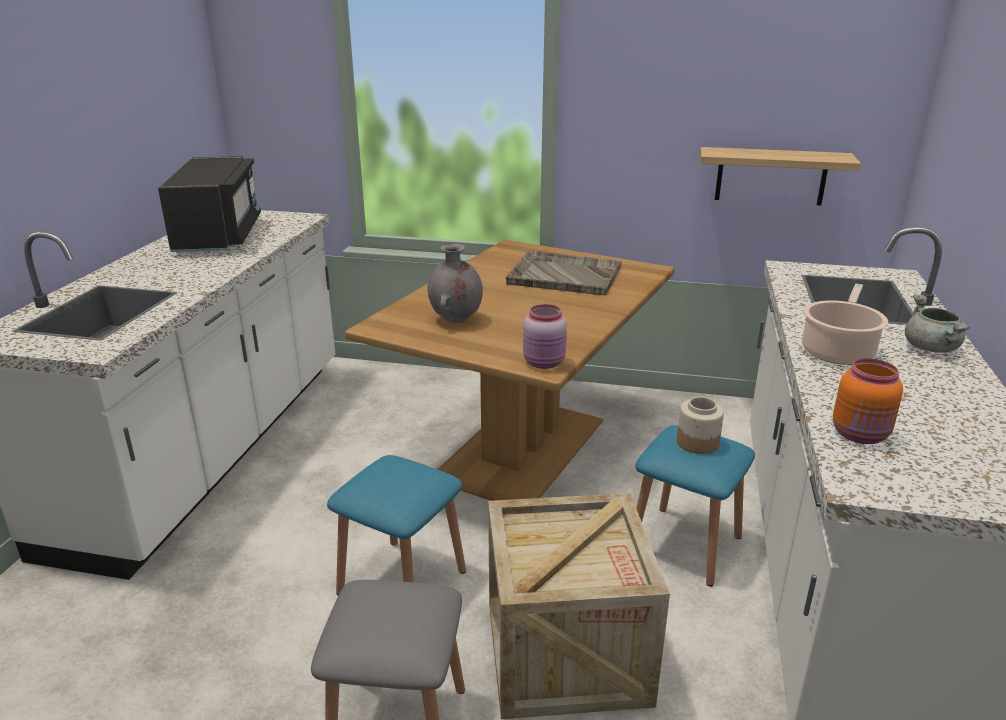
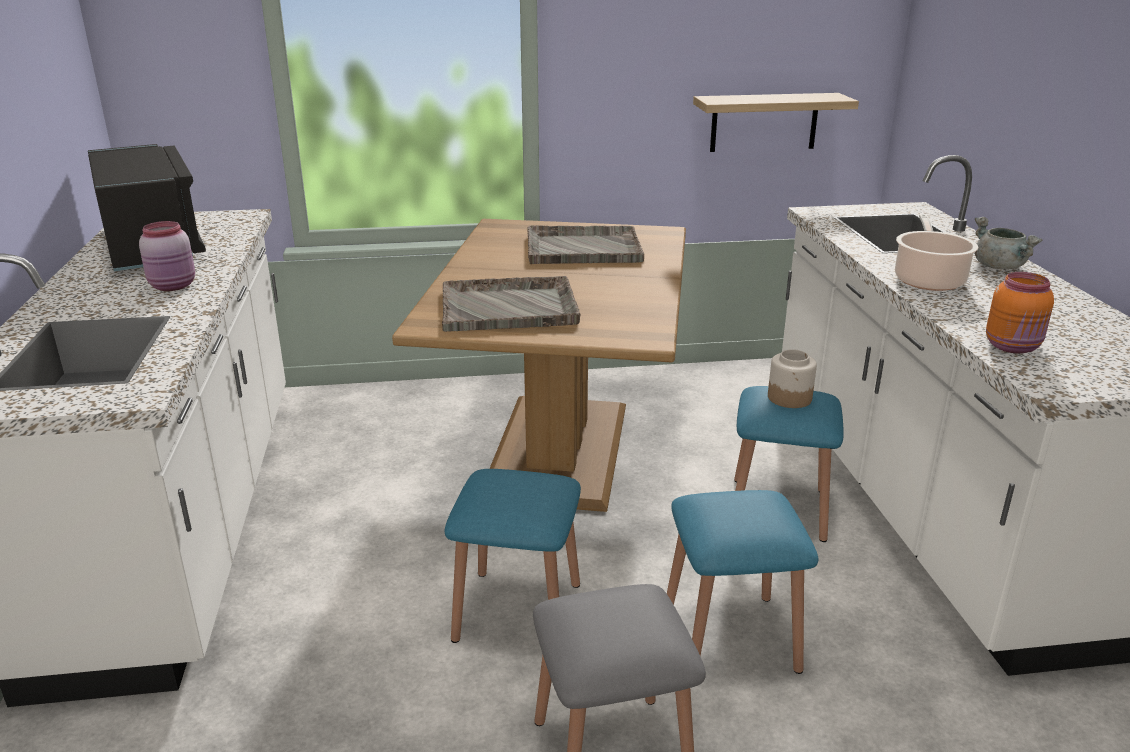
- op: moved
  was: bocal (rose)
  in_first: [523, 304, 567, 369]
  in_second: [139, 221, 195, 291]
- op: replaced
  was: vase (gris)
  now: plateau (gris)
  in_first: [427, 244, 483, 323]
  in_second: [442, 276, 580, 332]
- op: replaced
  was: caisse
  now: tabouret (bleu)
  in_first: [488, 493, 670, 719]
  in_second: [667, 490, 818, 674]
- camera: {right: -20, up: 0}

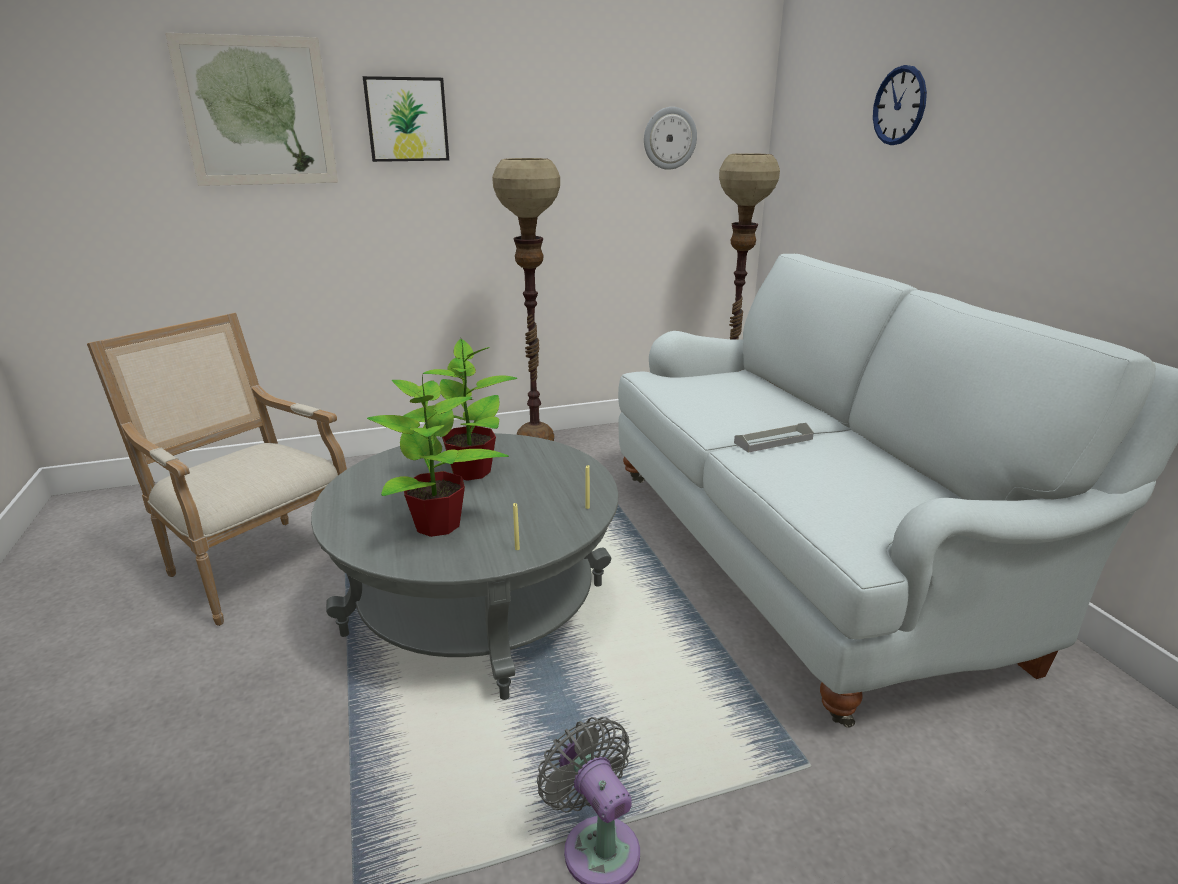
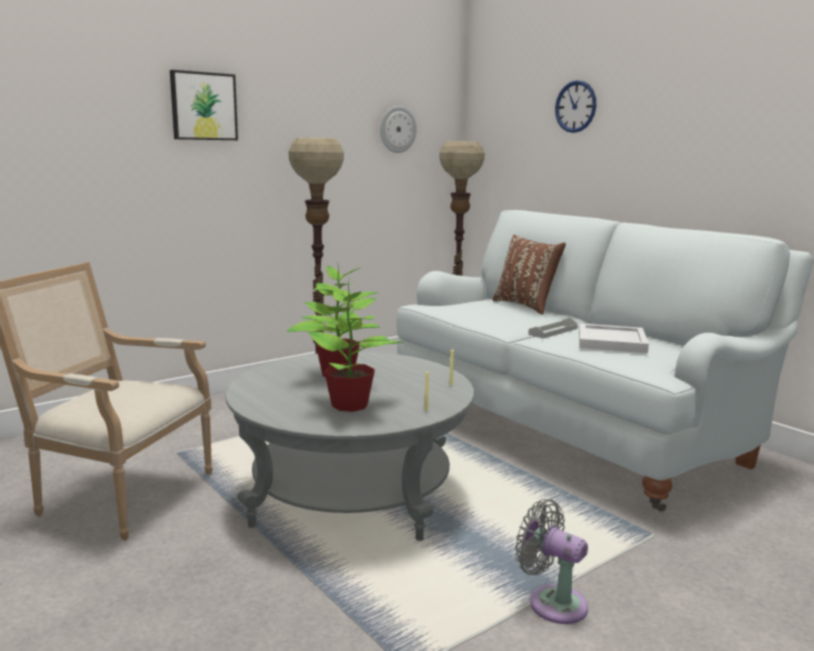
- op: added
  now: coussin (marron)
  in_second: [492, 235, 566, 315]
- op: added
  now: plateau (blanc)
  in_second: [579, 323, 649, 353]
- op: removed
  was: tableau
  in_first: [165, 33, 338, 186]
- camera: {right: -20, up: -10}

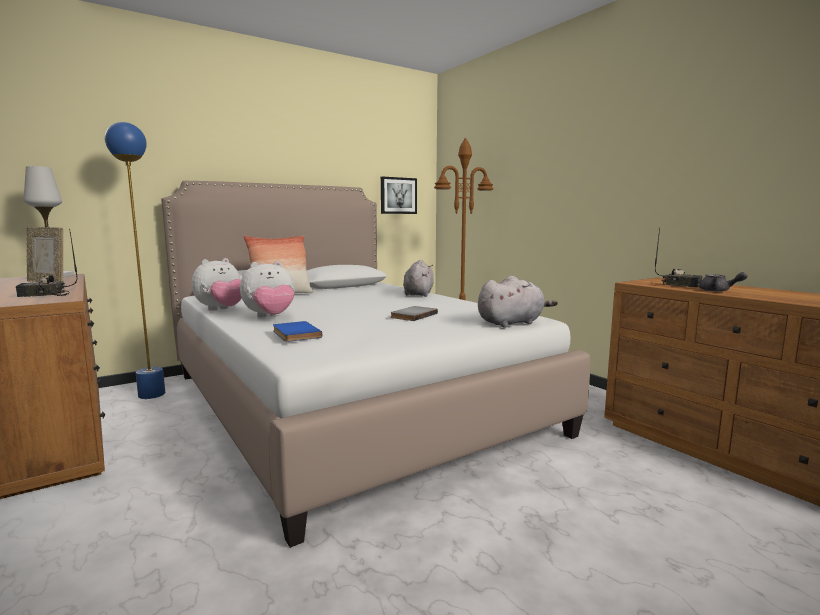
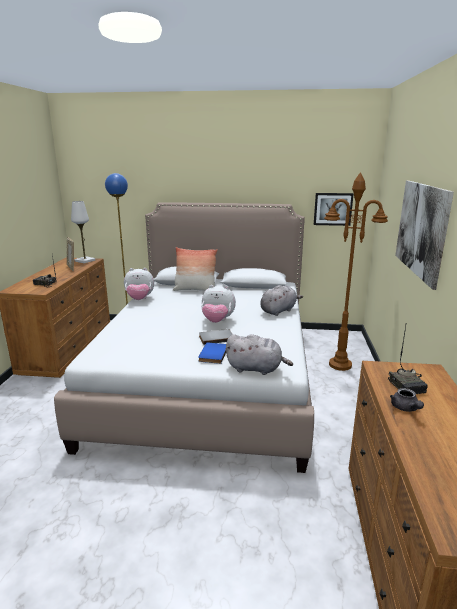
- op: moved
  was: livre (bleu)
  in_first: [273, 321, 322, 342]
  in_second: [198, 343, 226, 364]
- op: moved
  was: peluche
  in_first: [240, 261, 295, 318]
  in_second: [201, 285, 236, 323]
- op: added
  now: tableau
  in_second: [395, 181, 454, 290]
- camera: {right: 40, up: 10}

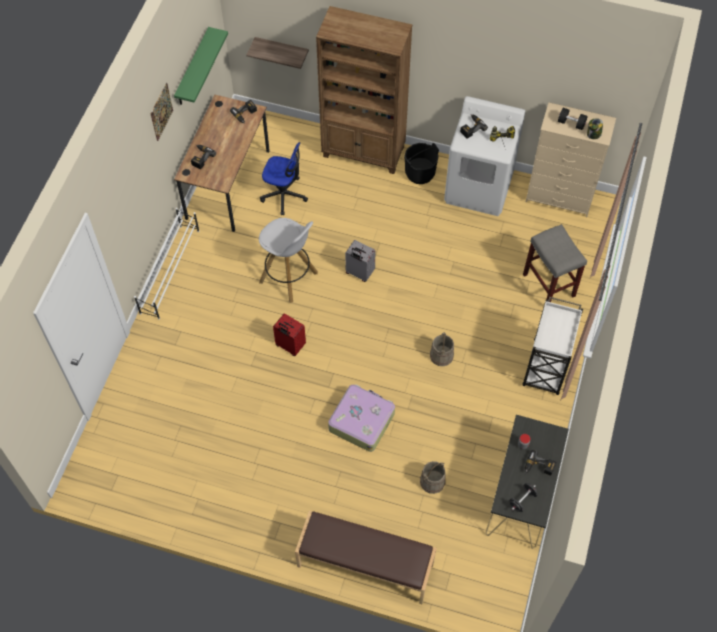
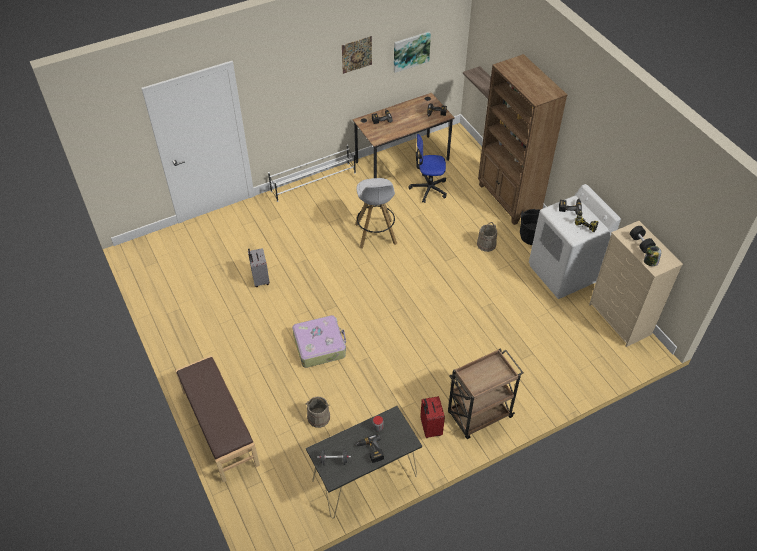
- op: moved
  was: valise (gris)
  in_first: [345, 240, 375, 282]
  in_second: [248, 248, 270, 287]
- op: replaced
  was: étagère (vert)
  now: tableau
  in_first: [174, 27, 228, 105]
  in_second: [394, 31, 431, 73]
- op: turned
  was: chaise de bureau
  in_first: [260, 142, 308, 215]
  in_second: [408, 134, 447, 203]
  clockwise: 120
- op: moved
  was: valise (rouge)
  in_first: [273, 313, 306, 356]
  in_second: [420, 396, 445, 438]
- op: recoloured
  was: chariot (blanc)
  now: chariot (marron)
  in_first: [522, 297, 583, 395]
  in_second: [448, 349, 524, 439]
- op: moved
  was: seau (beige)
  in_first: [430, 332, 454, 366]
  in_second: [477, 222, 497, 252]
- op: removed
  was: tabouret (gris)
  in_first: [523, 224, 587, 302]
- camera: {right: 45, up: -10}

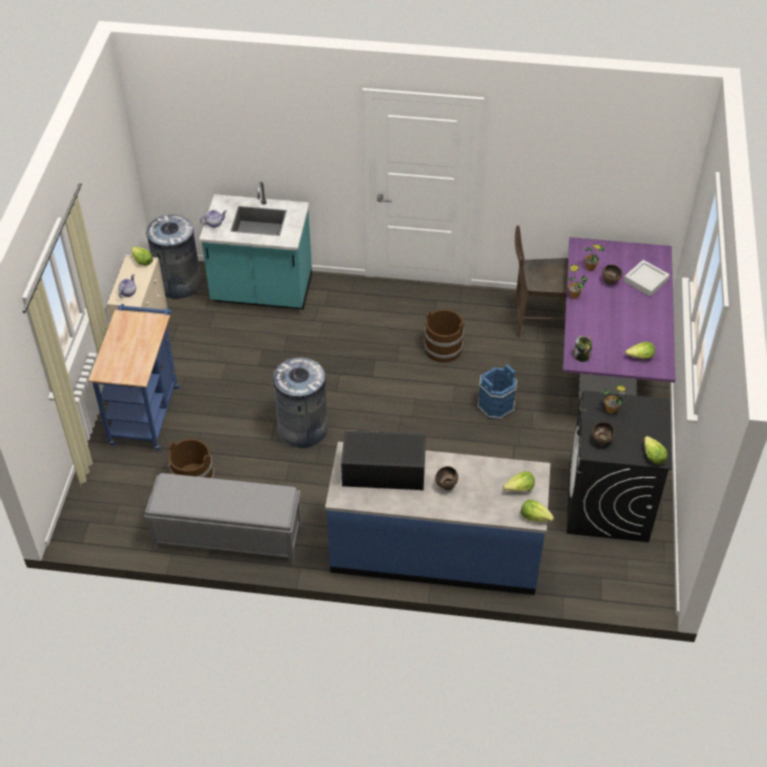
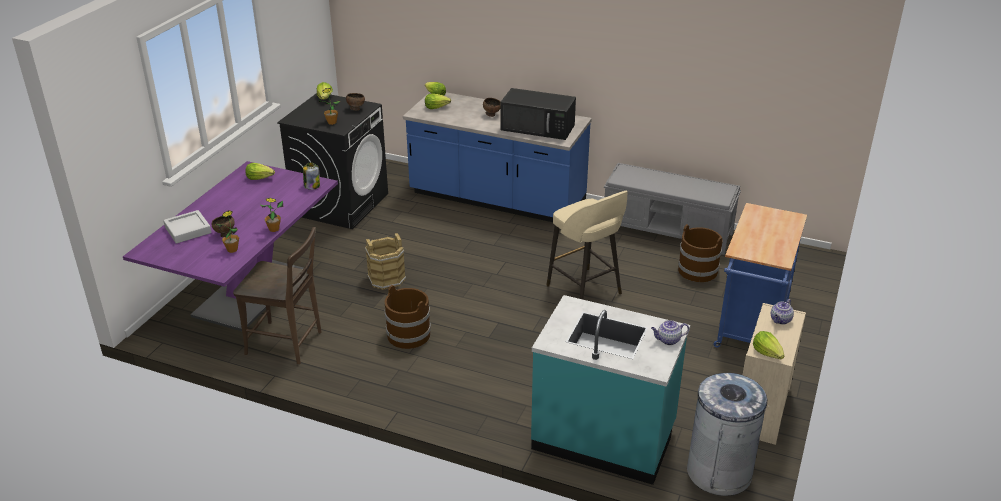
- op: recoloured
  was: seau (bleu)
  now: seau (marron)
  in_first: [478, 364, 518, 419]
  in_second: [365, 233, 406, 290]
- op: replaced
  was: poubelle (gris)
  now: tabouret (beige)
  in_first: [272, 357, 328, 448]
  in_second: [546, 191, 628, 299]
- camera: {right: -165, up: -15}

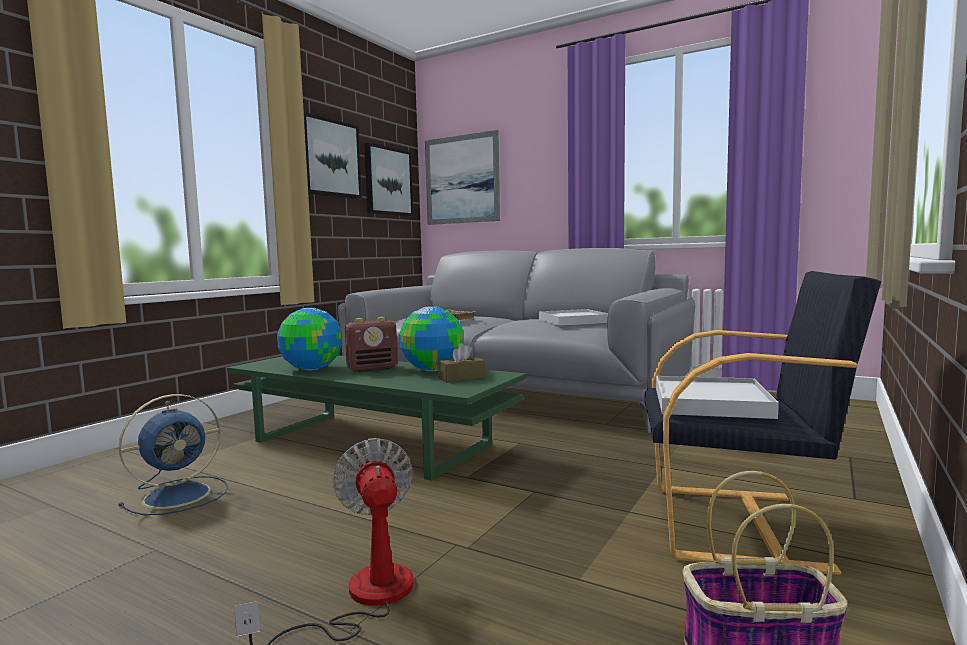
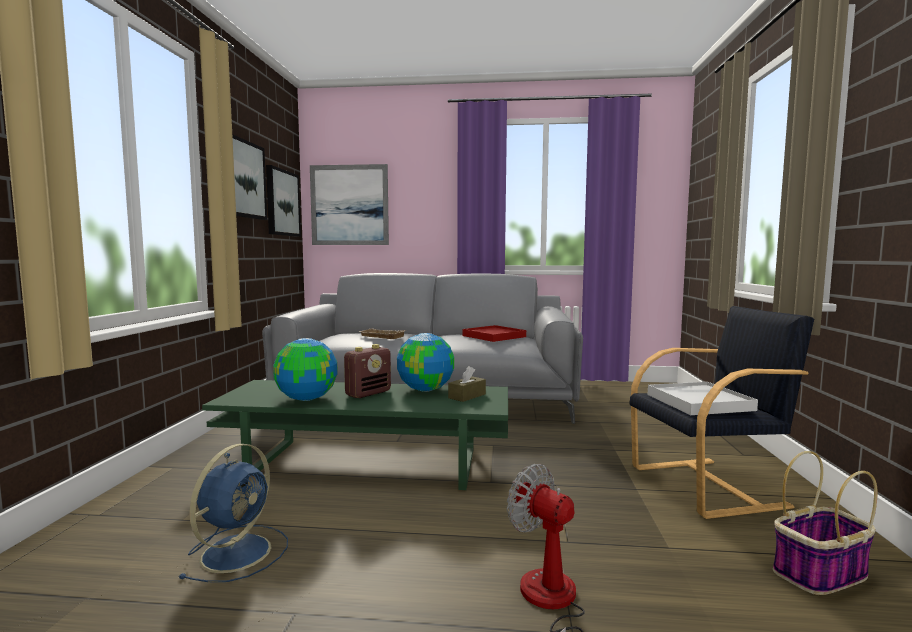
- op: recoloured
  was: plateau (blanc)
  now: plateau (rouge)
  in_first: [539, 309, 608, 326]
  in_second: [462, 325, 526, 342]
- camera: {right: -25, up: 0}

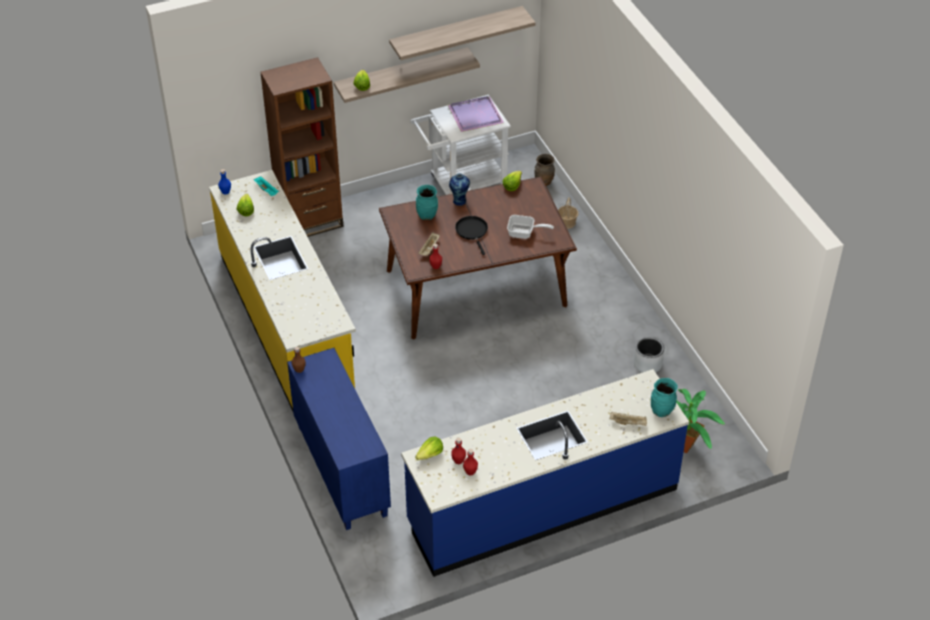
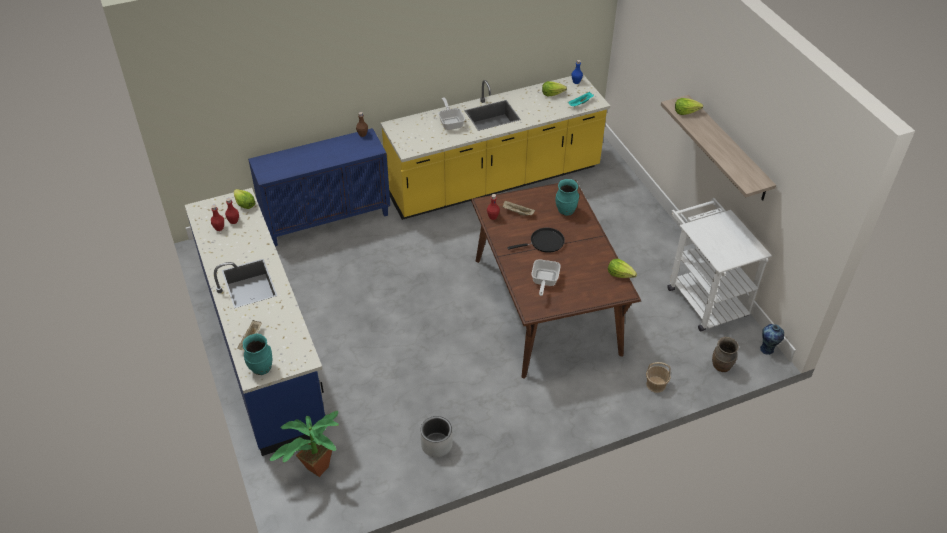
- op: added
  now: poêle
  in_second: [438, 97, 465, 130]
- op: moved
  was: vase
  in_first: [449, 173, 470, 206]
  in_second: [760, 324, 784, 355]
- op: removed
  was: bibliothèque (marron)
  in_first: [260, 57, 343, 237]
- op: removed
  was: étagère
  in_first: [389, 6, 536, 60]
- op: removed
  was: plateau (violet)
  in_first: [448, 96, 504, 132]
- camera: {right: 90, up: 0}

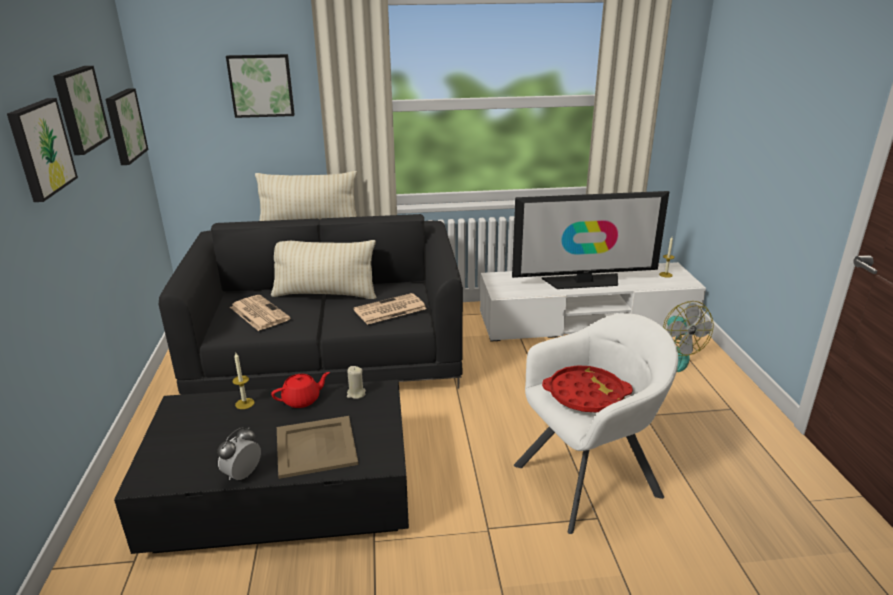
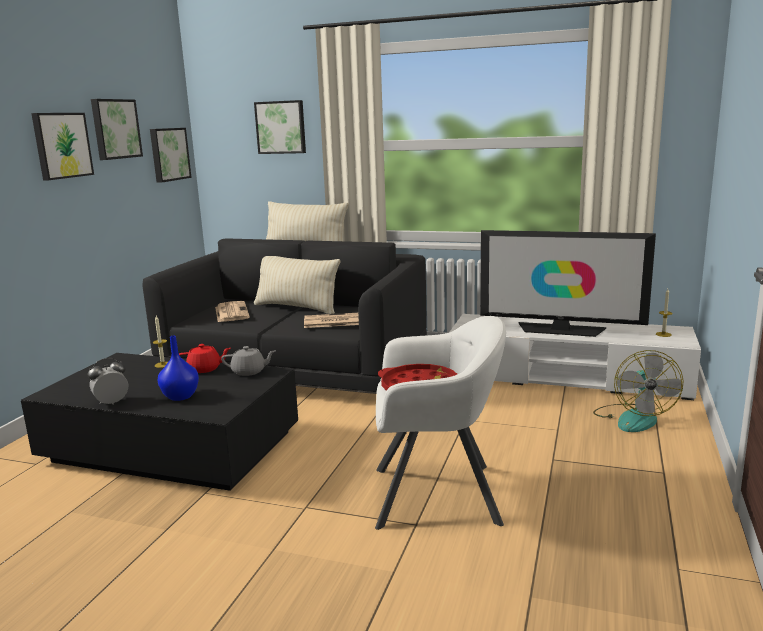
- op: replaced
  was: plateau (beige)
  now: vase (bleu)
  in_first: [277, 416, 358, 479]
  in_second: [158, 336, 199, 401]
- op: replaced
  was: bougie (beige)
  now: théière (gris)
  in_first: [347, 366, 366, 399]
  in_second: [221, 346, 275, 376]
- camera: {right: 25, up: -10}

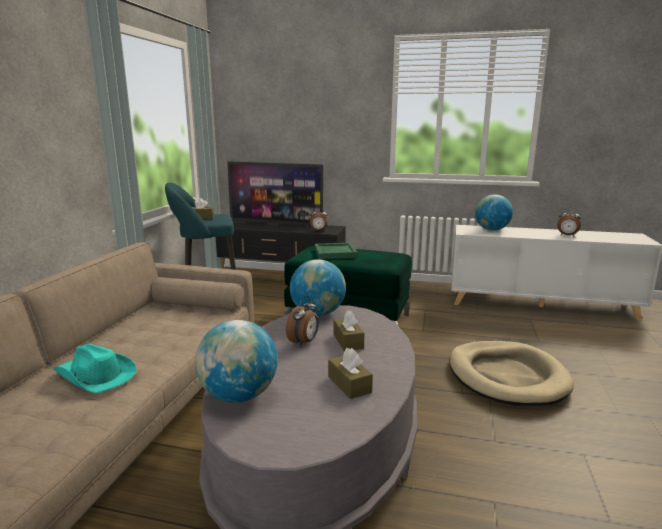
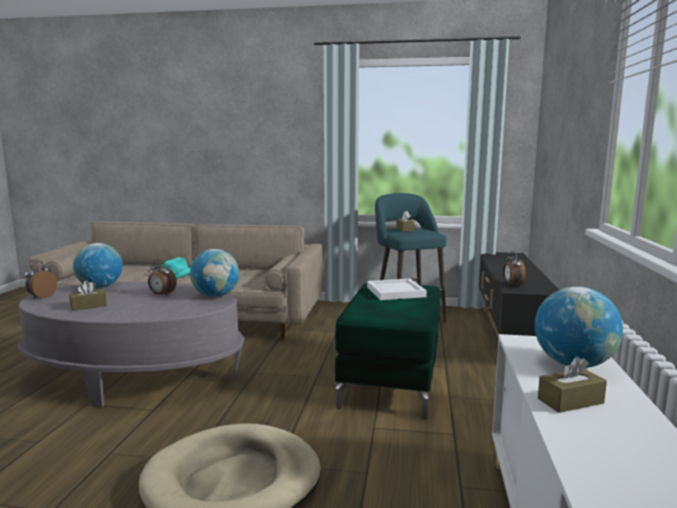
- op: moved
  was: réveil
  in_first: [557, 207, 581, 237]
  in_second: [25, 261, 57, 299]
- op: recoloured
  was: plateau (vert)
  now: plateau (blanc)
  in_first: [315, 243, 358, 259]
  in_second: [367, 279, 427, 300]
- op: moved
  was: boîte à mouchoirs (marron)
  in_first: [334, 310, 364, 351]
  in_second: [538, 356, 607, 413]
- op: removed
  was: téléviseur
  in_first: [227, 161, 324, 226]
- camera: {right: 85, up: -5}

